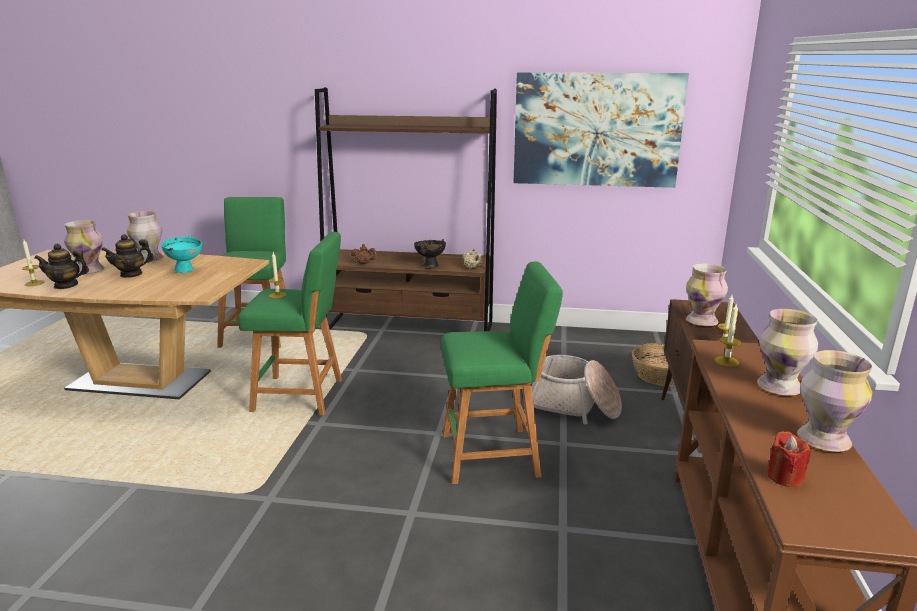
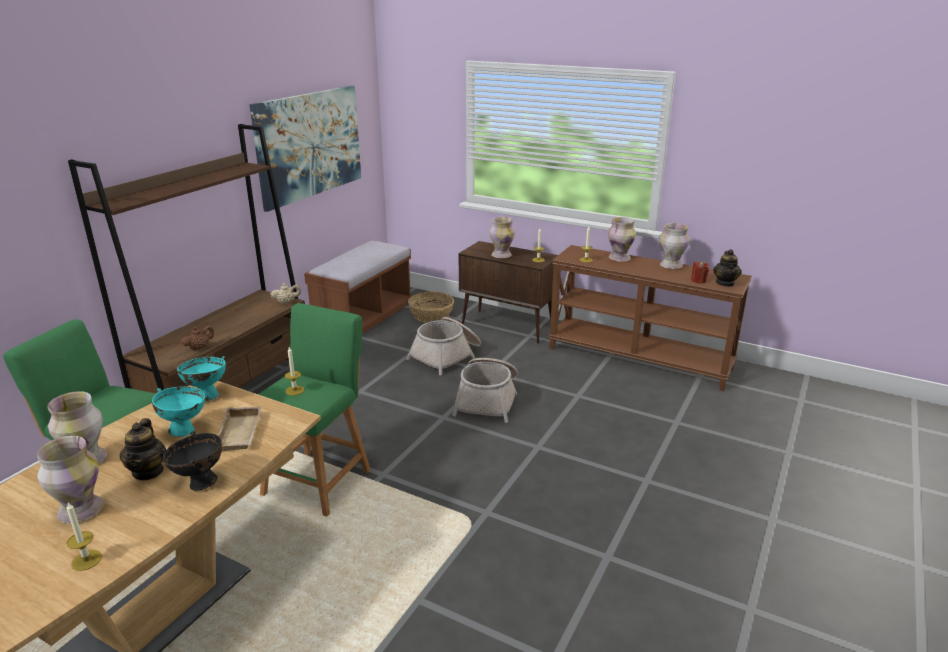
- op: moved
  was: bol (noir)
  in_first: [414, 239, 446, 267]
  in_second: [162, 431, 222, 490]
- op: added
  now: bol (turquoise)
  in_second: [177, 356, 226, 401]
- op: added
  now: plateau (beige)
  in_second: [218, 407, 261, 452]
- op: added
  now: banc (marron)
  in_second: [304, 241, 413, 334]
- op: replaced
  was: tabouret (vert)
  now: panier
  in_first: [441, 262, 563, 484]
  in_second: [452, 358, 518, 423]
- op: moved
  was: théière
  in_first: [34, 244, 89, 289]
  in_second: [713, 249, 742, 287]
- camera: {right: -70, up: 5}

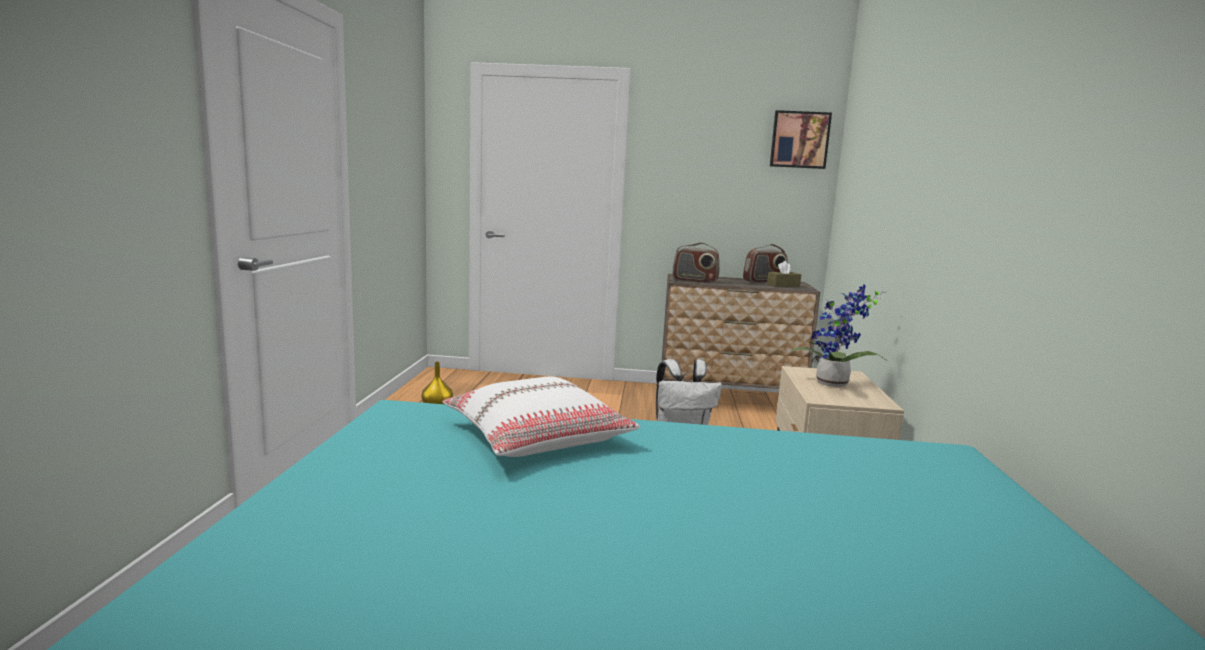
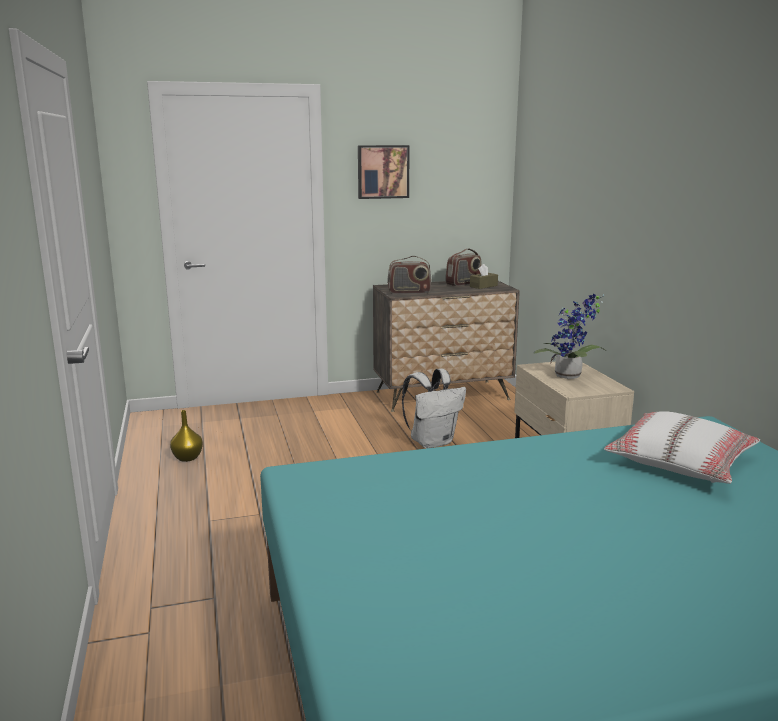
- op: moved
  was: tableau
  in_first: [770, 110, 832, 169]
  in_second: [358, 145, 410, 199]
- op: moved
  was: coussin (blanc)
  in_first: [443, 377, 640, 457]
  in_second: [604, 411, 760, 484]
- camera: {right: -20, up: 5}

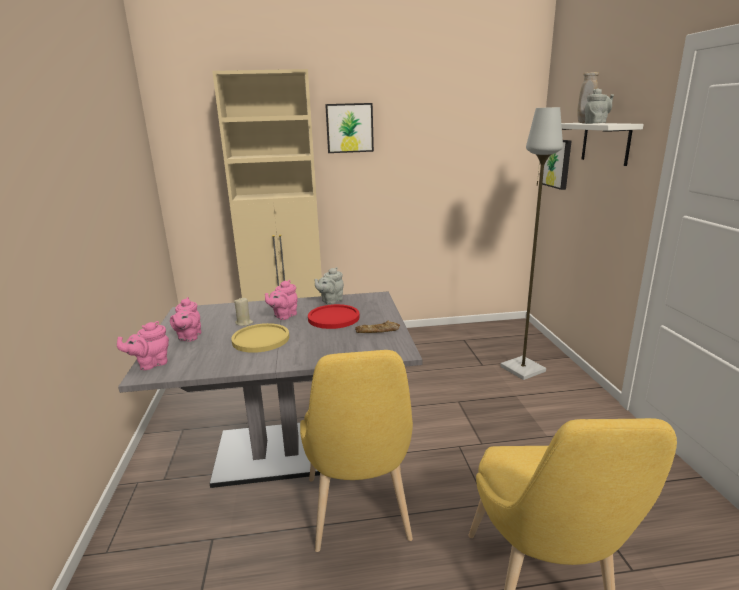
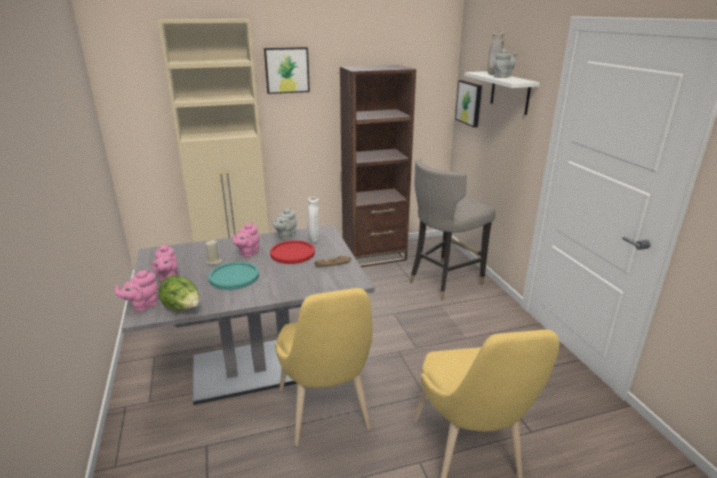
- op: added
  now: laitue
  in_second: [158, 275, 200, 310]
- op: recoloured
  was: assiette (jaune)
  now: assiette (turquoise)
  in_first: [231, 323, 289, 353]
  in_second: [209, 262, 259, 290]
- op: added
  now: vase (blanc)
  in_second: [307, 197, 320, 242]
- op: added
  now: bibliothèque (marron)
  in_second: [340, 65, 416, 267]
- op: replaced
  was: lampadaire (gris)
  now: tabouret (gris)
  in_first: [500, 107, 563, 380]
  in_second: [409, 159, 496, 301]
- camera: {right: -10, up: 5}

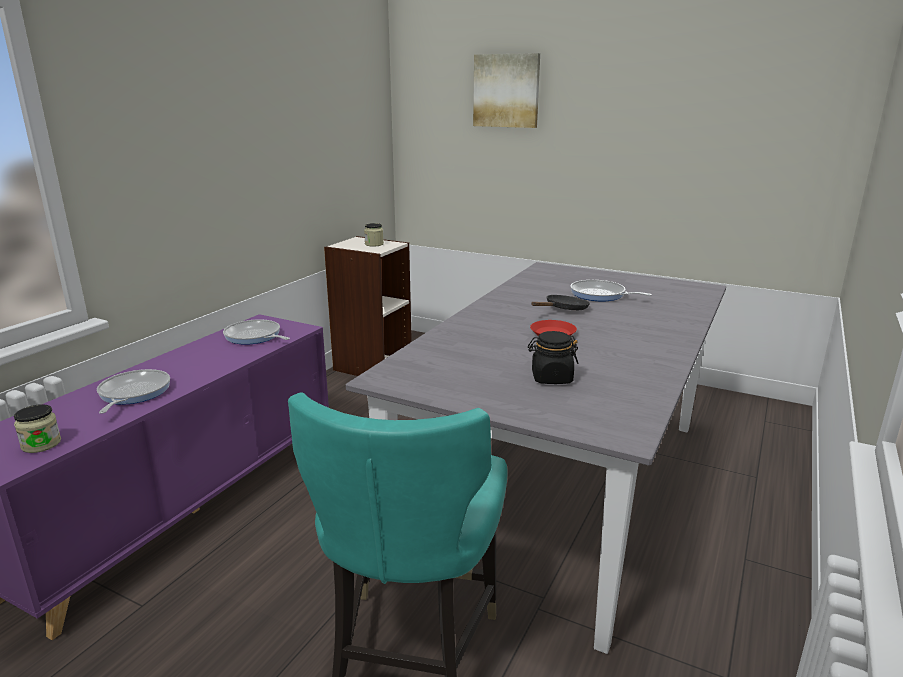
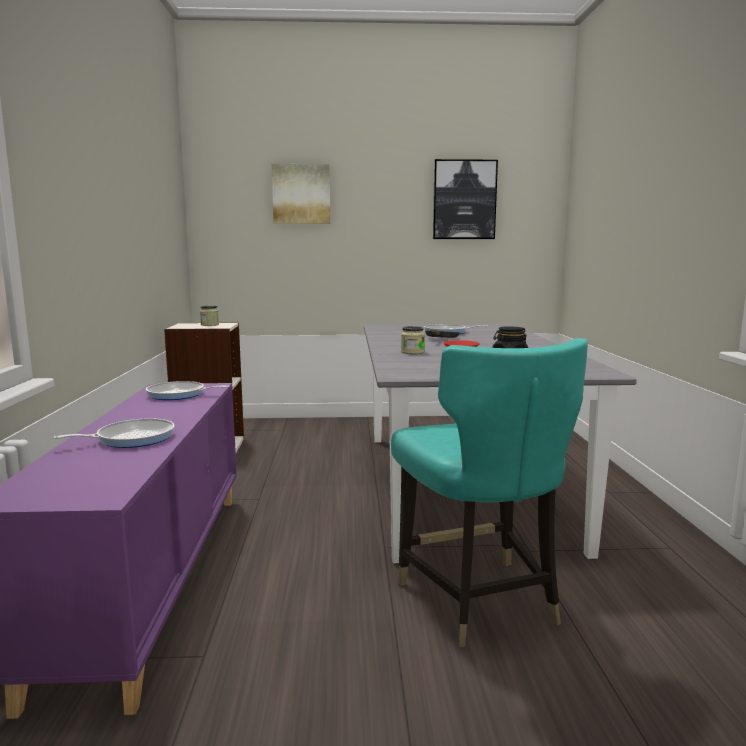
- op: turned
  was: poêle
  in_first: [97, 369, 170, 414]
  in_second: [53, 418, 175, 448]
  clockwise: 90
- op: moved
  was: bocal
  in_first: [14, 404, 61, 453]
  in_second: [401, 326, 425, 354]
- op: added
  now: tableau
  in_second: [433, 159, 498, 239]
- camera: {right: -30, up: -10}

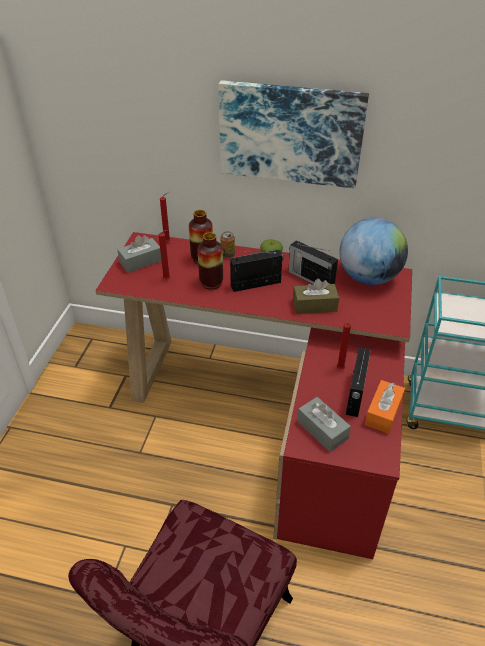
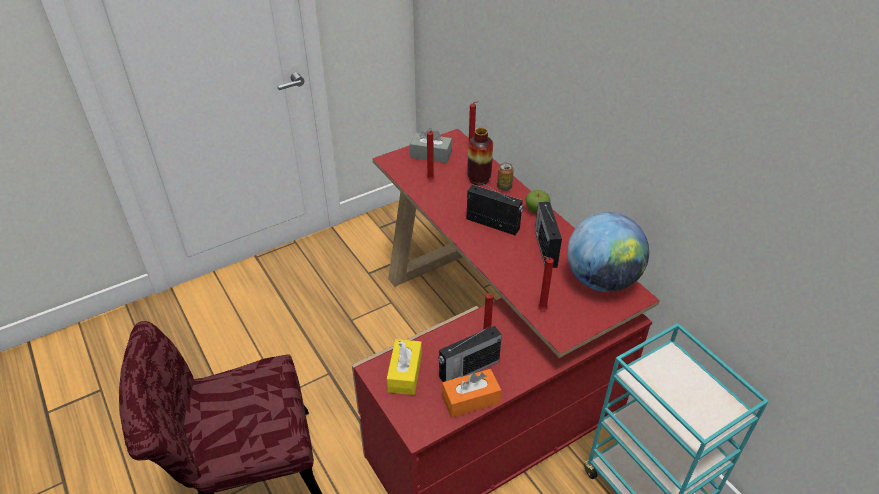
- op: recoloured
  was: boîte à mouchoirs (gris)
  now: boîte à mouchoirs (jaune)
  in_first: [297, 397, 351, 452]
  in_second: [387, 339, 422, 395]
- op: added
  now: bougie (rouge)
  in_second: [538, 256, 554, 309]
- op: removed
  was: vase
  in_first: [198, 233, 223, 290]
- op: removed
  was: tableau
  in_first: [218, 80, 369, 189]
- op: removed
  was: boîte à mouchoirs (marron)
  in_first: [293, 279, 339, 314]
- camera: {right: 45, up: 0}

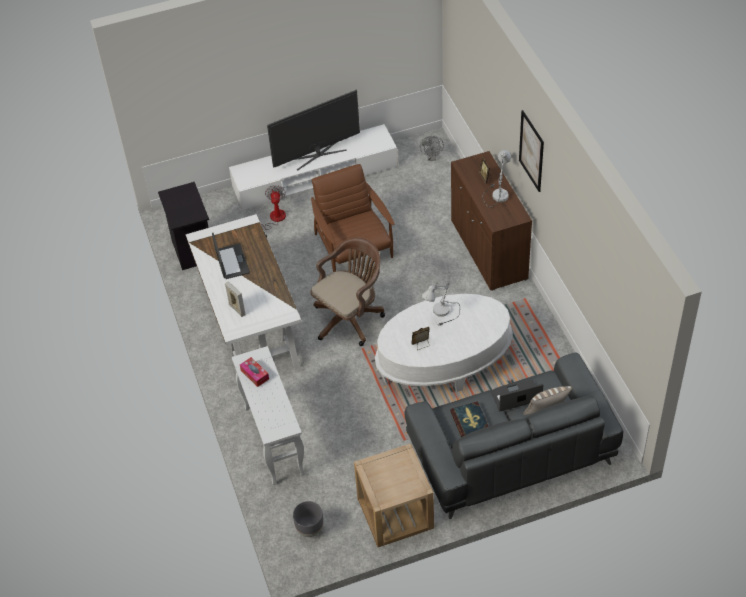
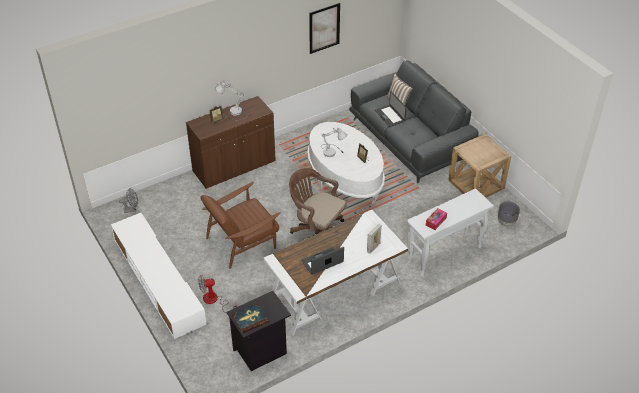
- op: moved
  was: livre
  in_first: [450, 401, 488, 437]
  in_second: [232, 303, 269, 333]
- op: moved
  was: tableau
  in_first: [519, 110, 544, 192]
  in_second: [309, 3, 340, 54]
- op: removed
  was: téléviseur
  in_first: [267, 90, 360, 171]
- camera: {right: -105, up: -5}

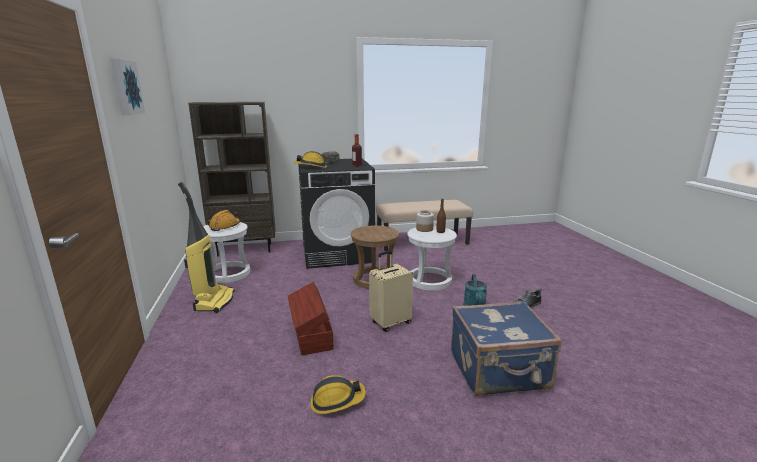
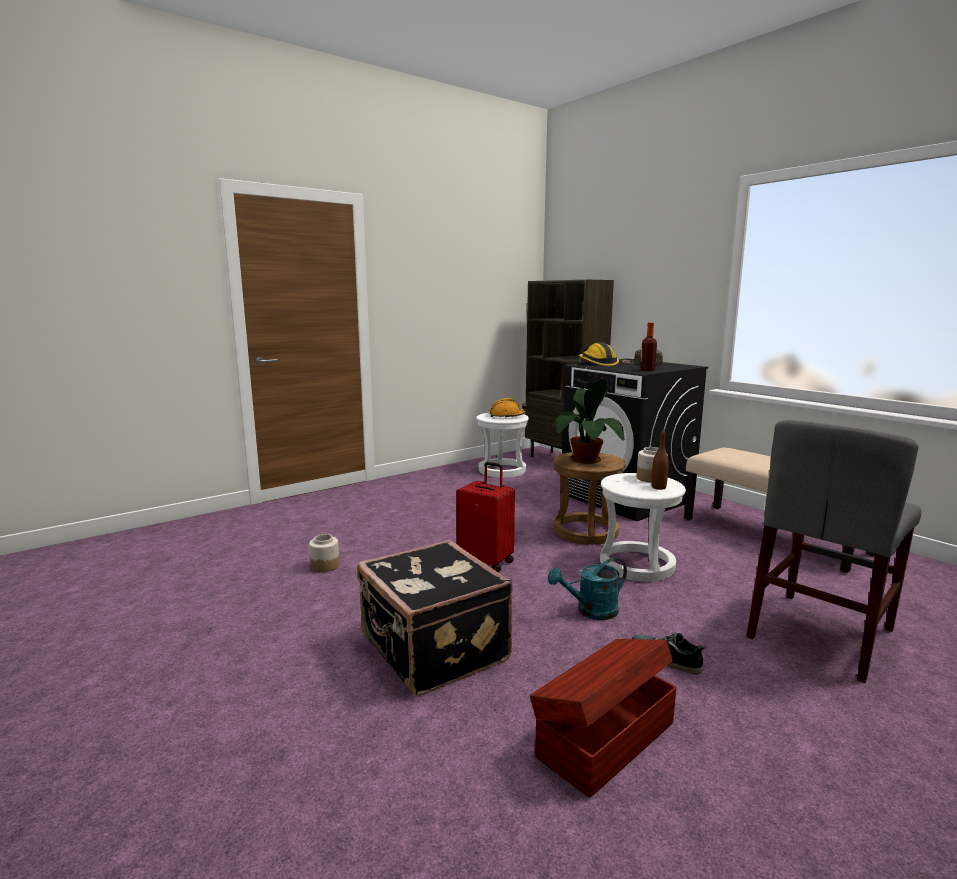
- op: replaced
  was: casque de chantier
  now: bocal
  in_first: [310, 375, 366, 414]
  in_second: [309, 534, 340, 572]
- op: recoloured
  was: valise (bleu)
  now: valise (noir)
  in_first: [451, 301, 562, 396]
  in_second: [357, 540, 513, 696]
- op: recoloured
  was: valise (beige)
  now: valise (rouge)
  in_first: [369, 251, 413, 332]
  in_second: [456, 462, 515, 572]
- op: moved
  was: boîte de rangement (marron)
  in_first: [288, 282, 334, 355]
  in_second: [530, 639, 676, 798]
- op: added
  now: plante en pot
  in_second: [551, 380, 624, 464]
- op: added
  now: chaise (gris)
  in_second: [746, 420, 922, 683]
- op: removed
  was: tableau
  in_first: [110, 58, 145, 115]
- op: removed
  was: aspirateur
  in_first: [178, 182, 235, 313]
- camera: {right: 65, up: -5}

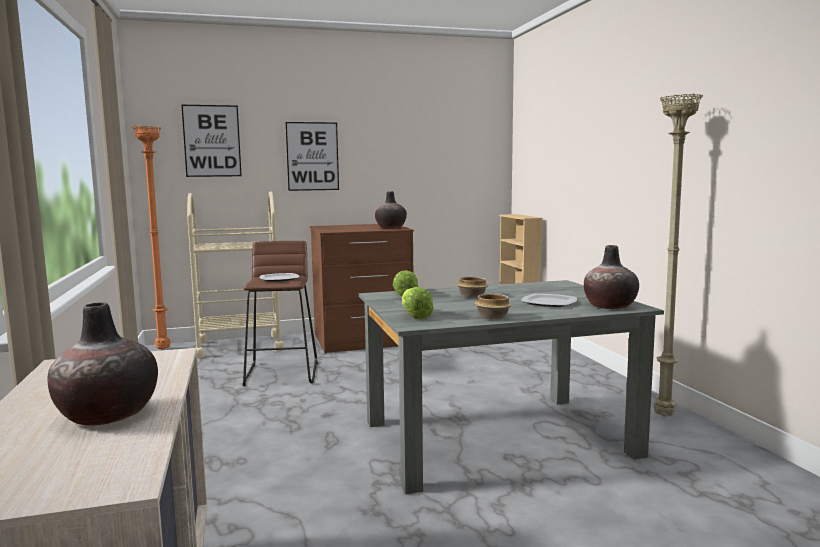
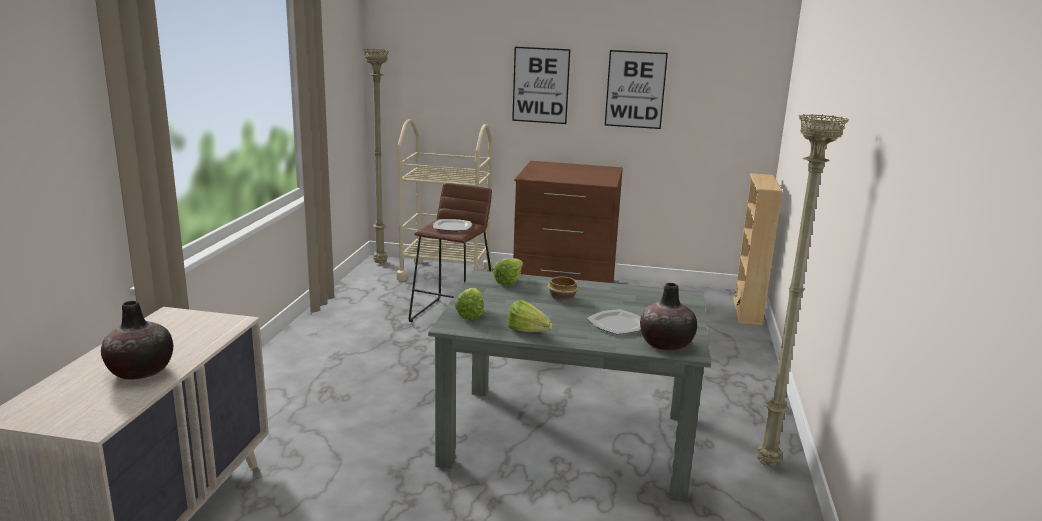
- op: recoloured
  was: lampadaire (orange)
  now: lampadaire (beige)
  in_first: [132, 126, 171, 350]
  in_second: [362, 48, 390, 264]
- op: replaced
  was: bol
  now: laitue
  in_first: [474, 294, 512, 320]
  in_second: [507, 300, 553, 332]
- op: moved
  was: tableau
  in_first: [181, 105, 242, 177]
  in_second: [605, 50, 668, 129]
- op: removed
  was: vase
  in_first: [375, 191, 407, 229]
- camera: {right: 25, up: 10}

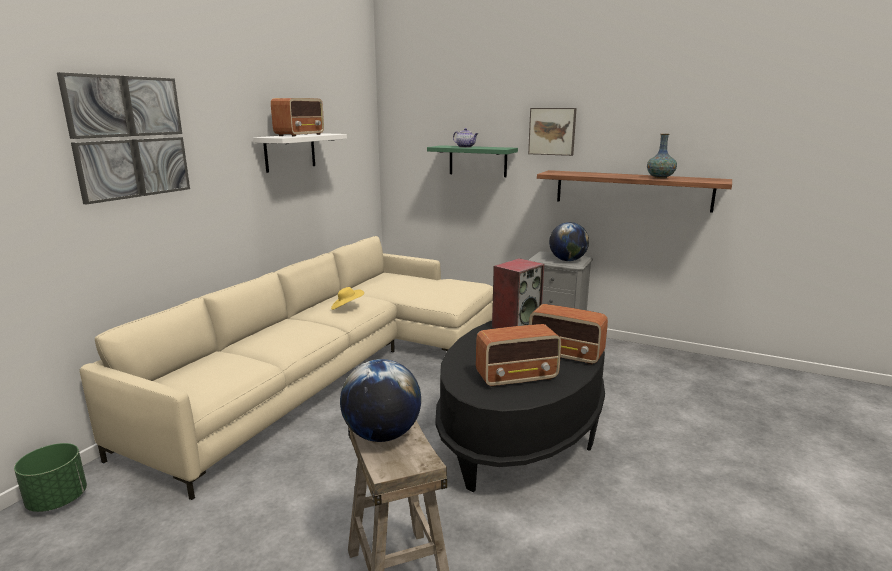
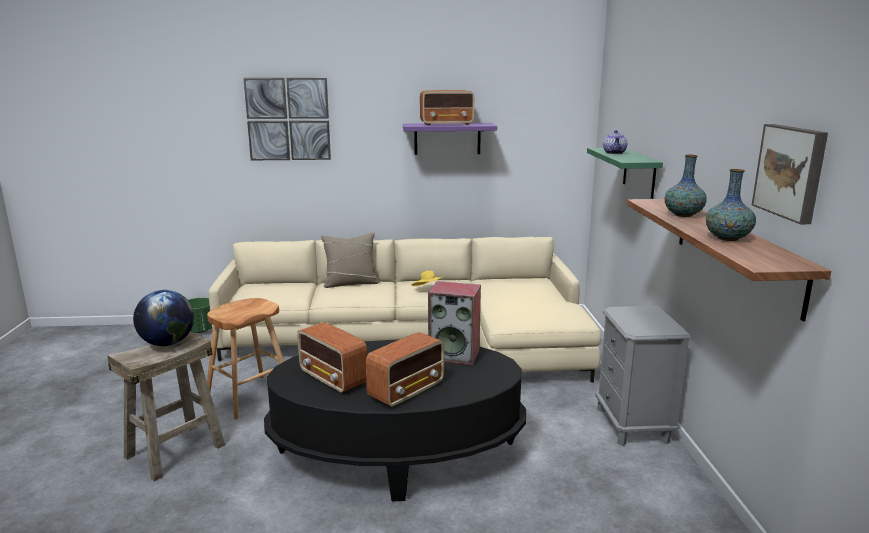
- op: added
  now: tabouret (marron)
  in_second: [207, 298, 284, 419]
- op: added
  now: coussin (beige)
  in_second: [321, 232, 379, 288]
- op: turned
  was: radio
  in_first: [529, 304, 608, 365]
  in_second: [366, 332, 444, 408]
  clockwise: -135
- op: recoloured
  was: étagère (blanc)
  now: étagère (violet)
  in_first: [253, 133, 347, 173]
  in_second: [403, 123, 497, 155]
- op: added
  now: vase
  in_second: [665, 154, 707, 217]
- op: moved
  was: tableau
  in_first: [528, 108, 577, 156]
  in_second: [752, 124, 828, 224]
- op: removed
  was: globe
  in_first: [549, 222, 589, 261]
- camera: {right: 60, up: 0}

